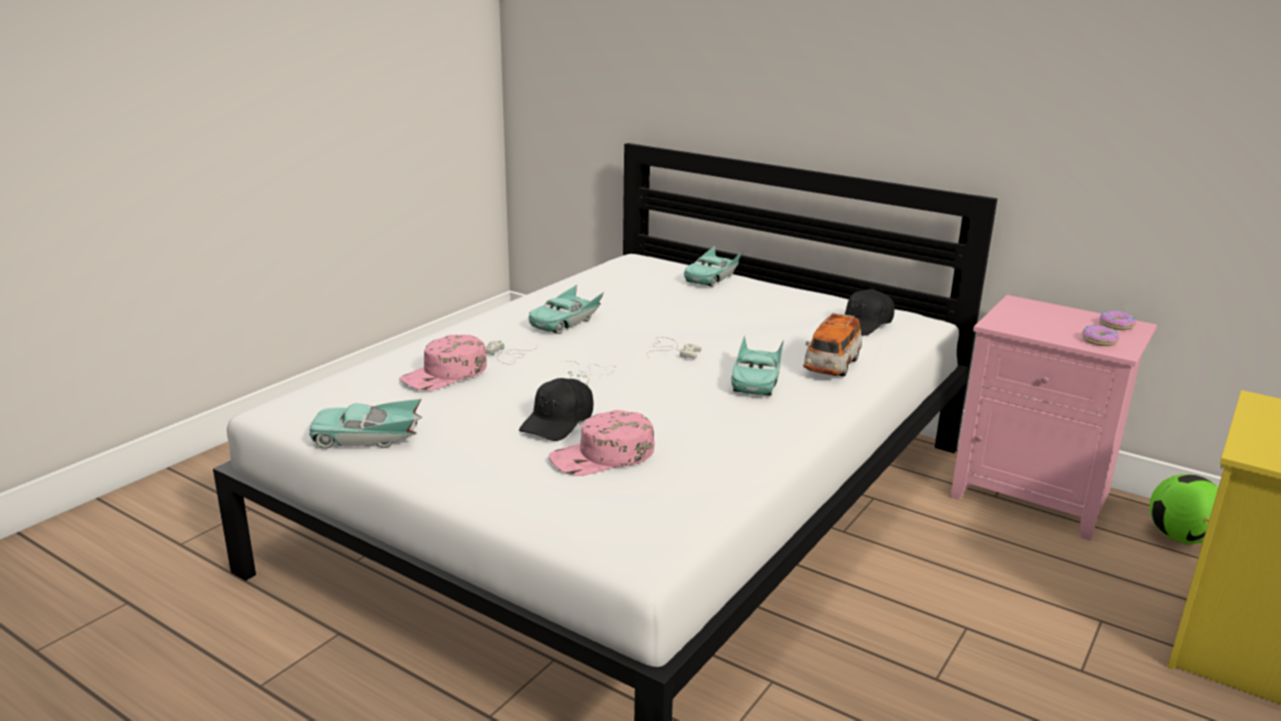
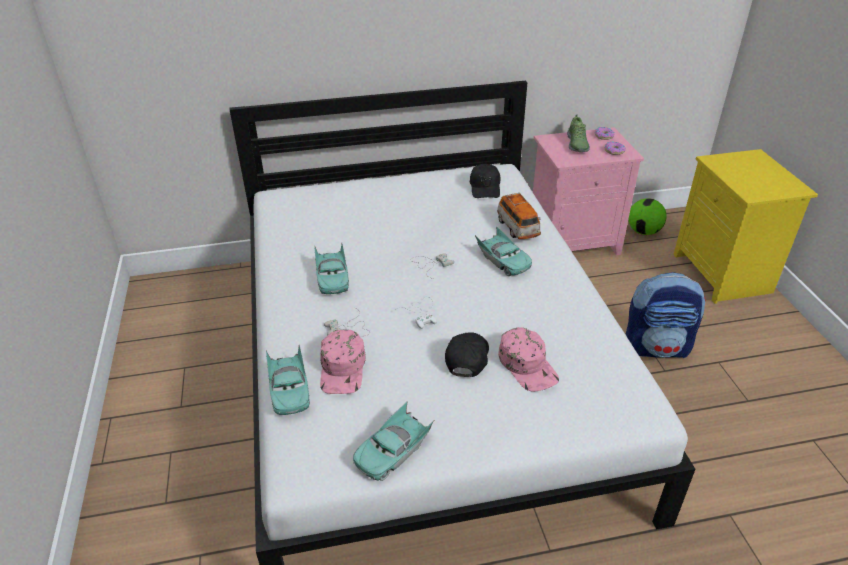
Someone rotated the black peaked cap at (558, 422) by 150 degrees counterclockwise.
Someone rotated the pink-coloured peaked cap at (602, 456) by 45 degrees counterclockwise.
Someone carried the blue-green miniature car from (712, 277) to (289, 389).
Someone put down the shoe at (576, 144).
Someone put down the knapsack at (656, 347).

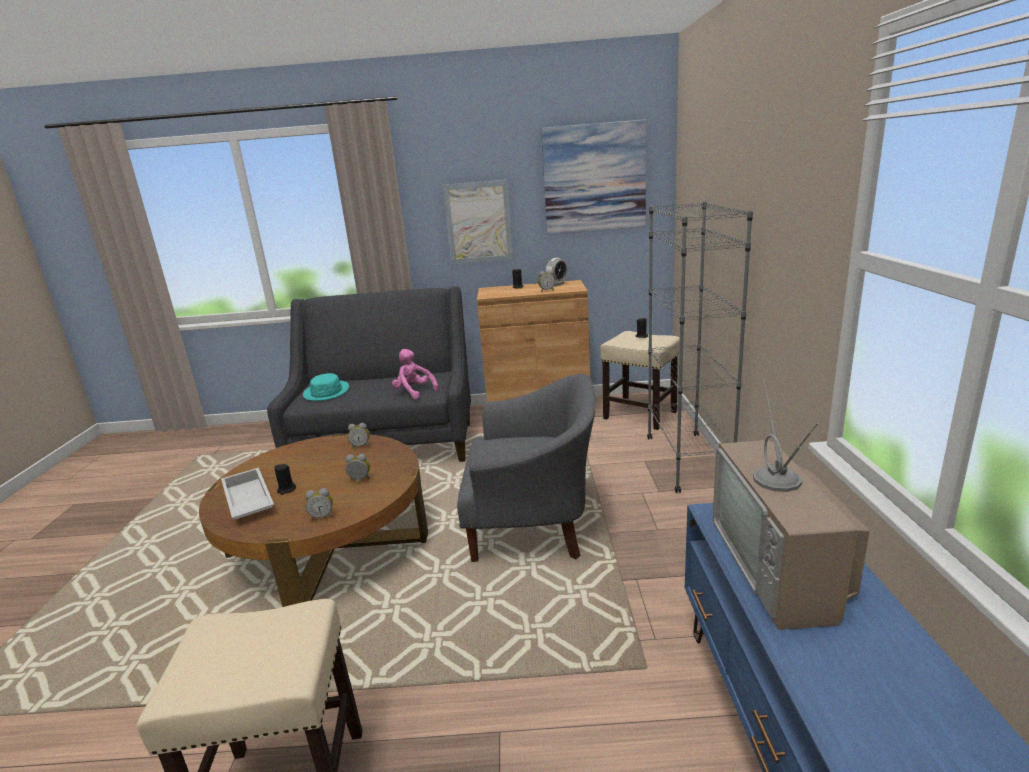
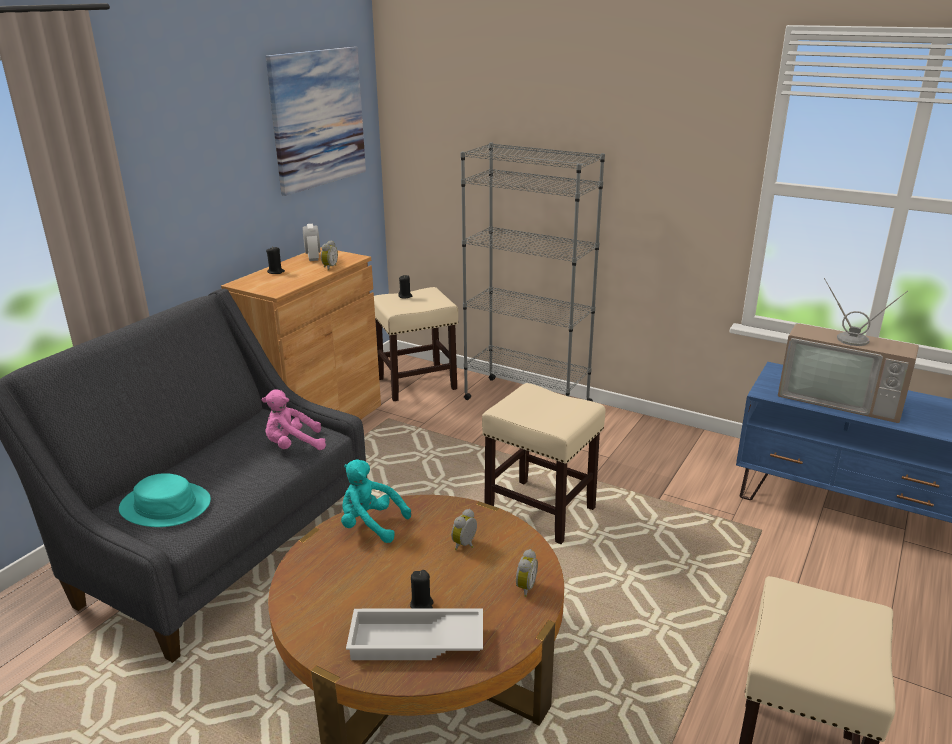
Someone swapped the alarm clock at (361, 446) for the blue-green soft toy at (370, 525).
Someone took away the wall picture at (478, 222).
Someone swapped the grey easy chair at (533, 527) for the beige stool seat at (541, 511).

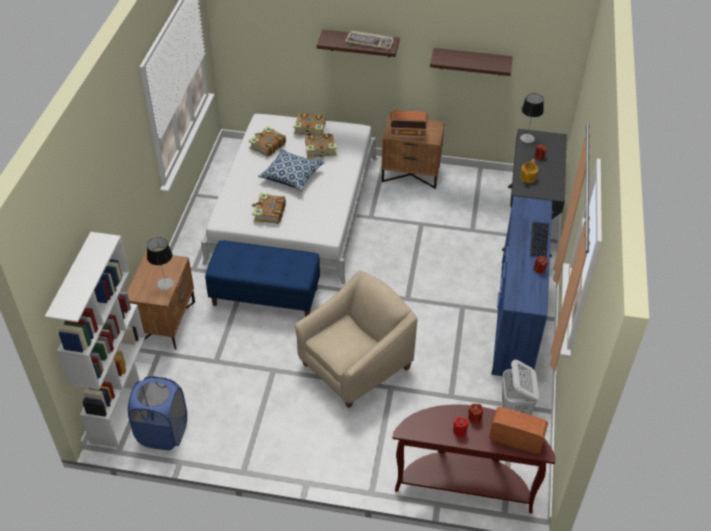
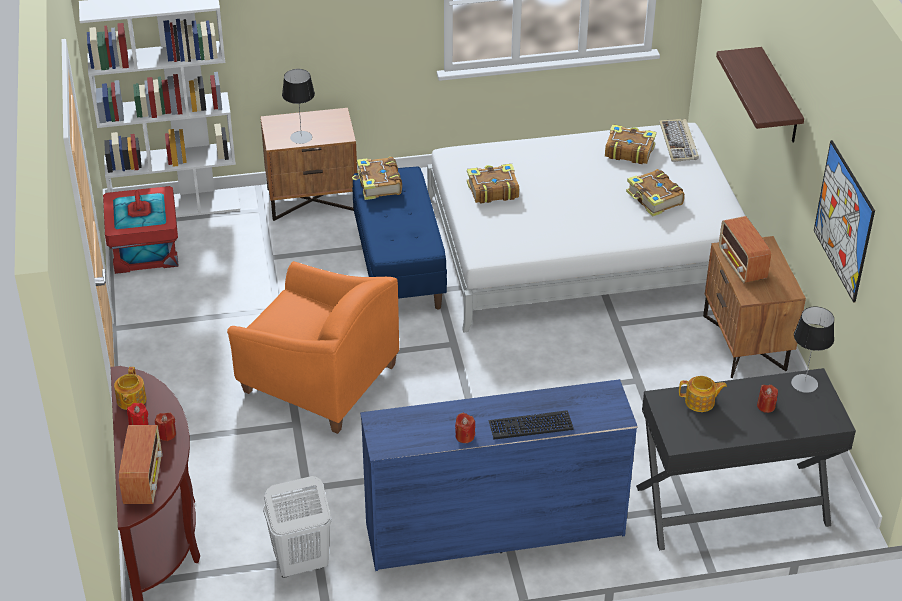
Someone swapped the blue-coloured hamper at (163, 432) for the reddish storage container at (145, 250).
Someone took away the throw pillow at (291, 176).
Someone carried the volume from (310, 129) to (378, 185).
Someone repainted the beige easy chair at (355, 366), which became the orangey easy chair at (318, 380).
Someone carried the PC keyboard from (370, 42) to (679, 142).
Someone swapped the shelf at (471, 61) for the wall picture at (843, 221).
Someone put down the pot for tea at (131, 400).

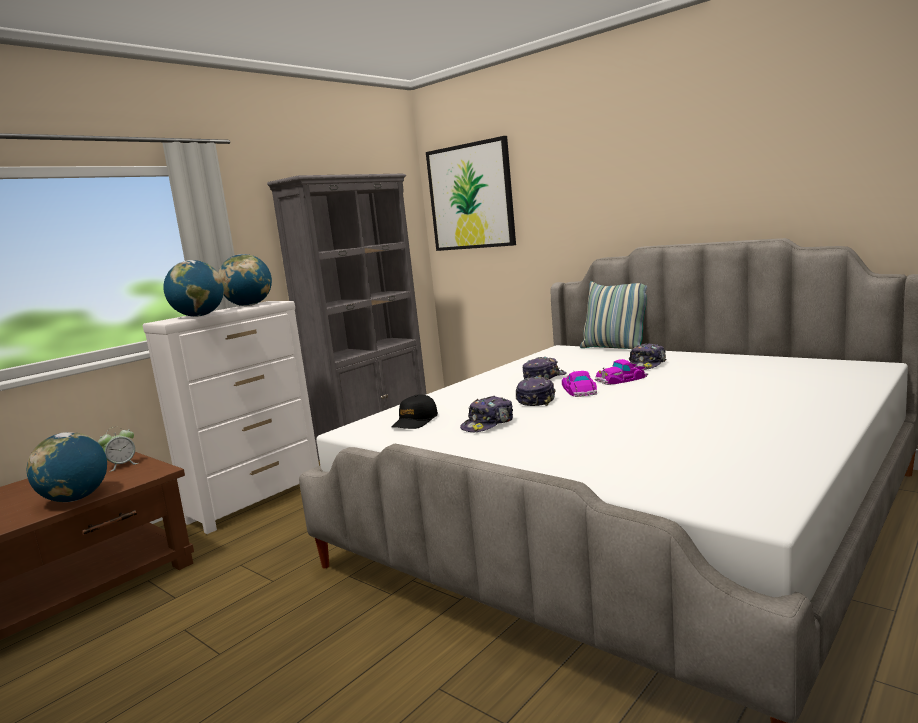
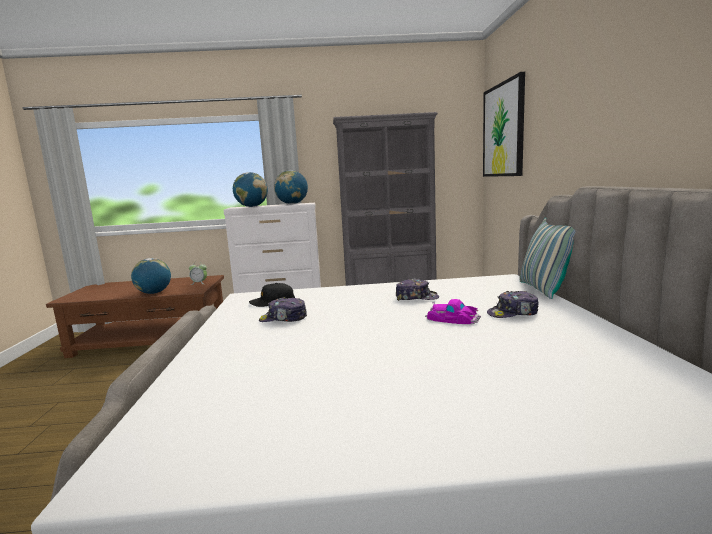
Someone took away the peaked cap at (536, 400).
Someone took away the miniature car at (579, 390).

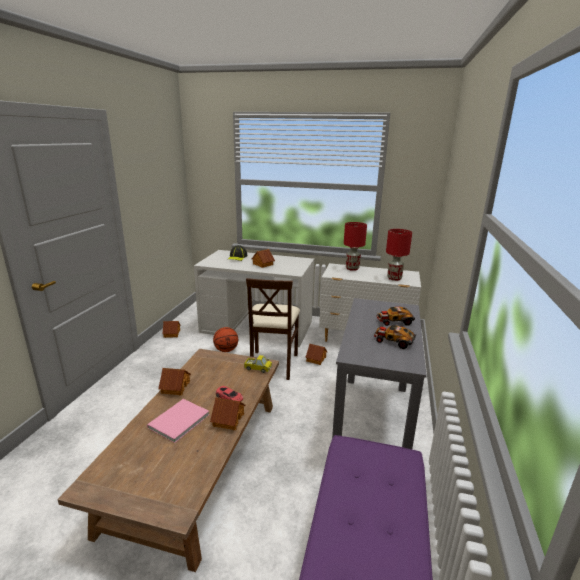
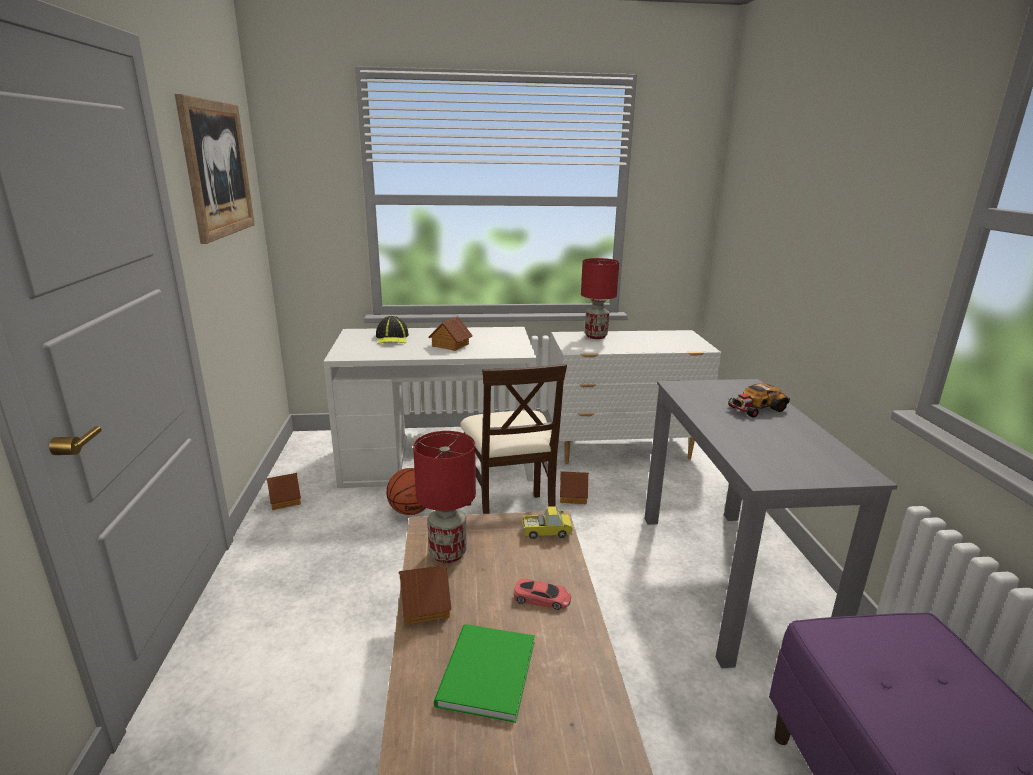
Someone repainted the pink-coloured volume at (177, 421), which became the greenish volume at (483, 675).
Someone took away the miniature house at (228, 419).
Someone took away the miniature car at (393, 341).
Someone carried the reddish lamp for a table from (394, 278) to (447, 553).
Someone put up the wall picture at (218, 169).

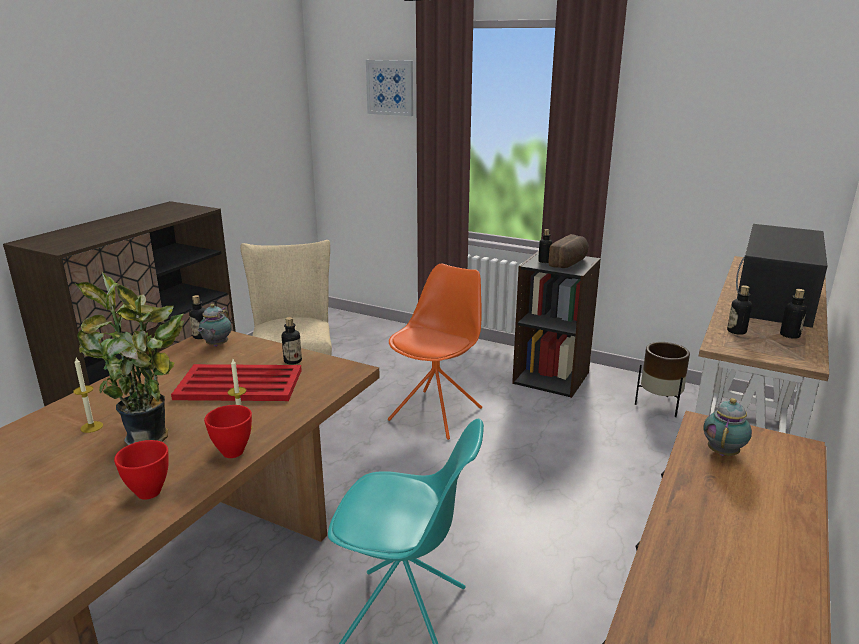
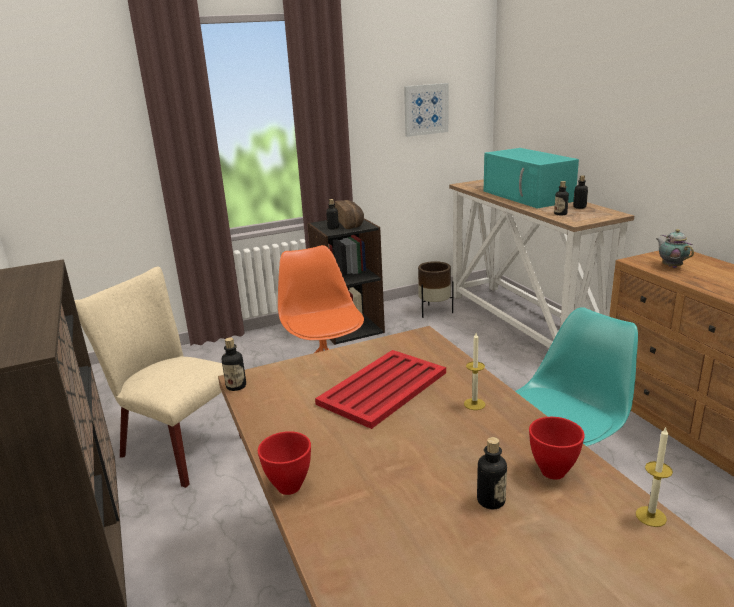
Someone carried the wax candle from (91, 427) to (650, 516).
Someone took away the plant in a pot at (153, 438).
Someone took away the pot for tea at (216, 345).
Someone carried the reddish deep dish from (233, 451) to (288, 486).
Someone carried the bottle from (293, 361) to (491, 501).
Someone carried the wall picture from (390, 87) to (425, 109).
Someone repainted the black microwave oven at (775, 300), which became the blue-green microwave oven at (528, 196).

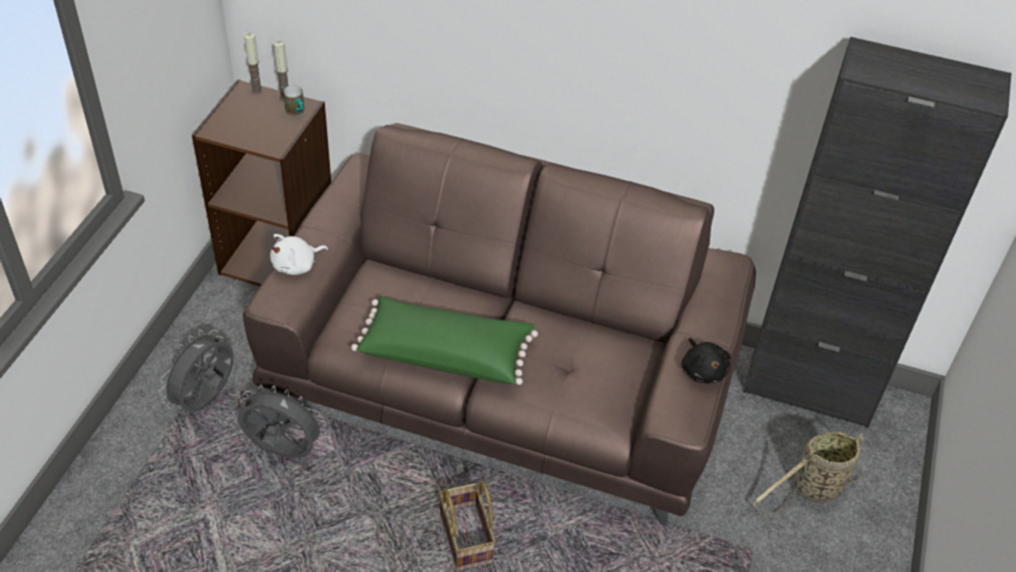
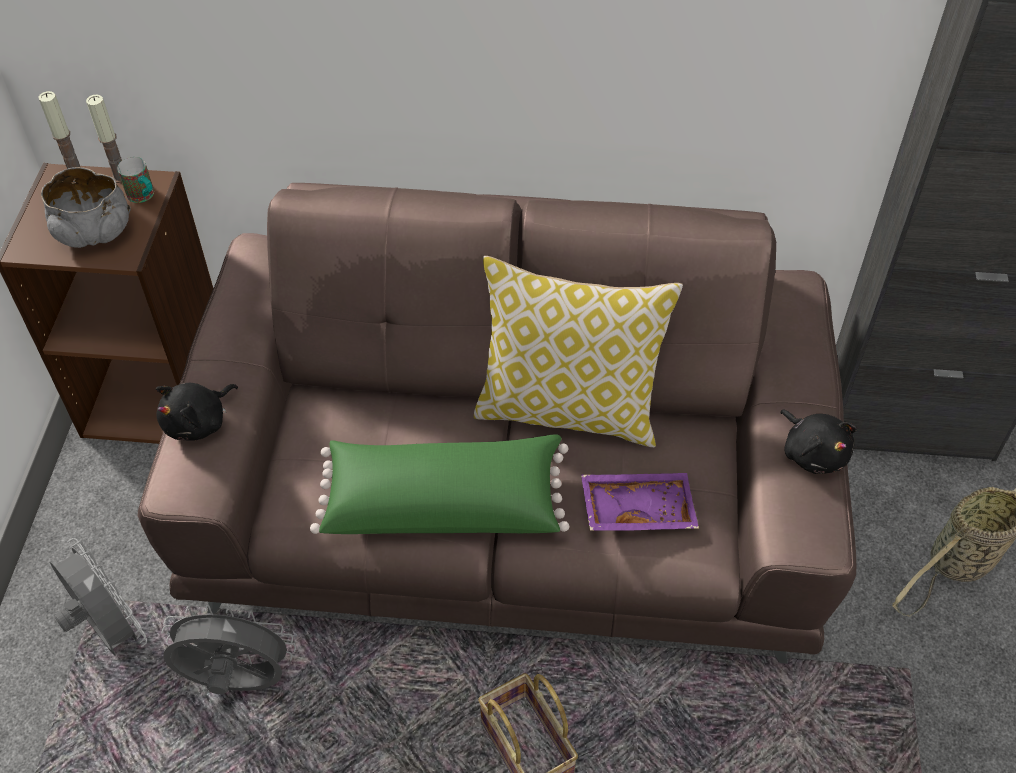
Someone rotated the grey electric fan at (206, 401) by 120 degrees clockwise.
Someone repainted the white soft toy at (296, 265), which became the black soft toy at (199, 422).
Someone put down the grey deep dish at (93, 230).
Someone put down the throw pillow at (569, 409).
Someone put down the purplish serving tray at (637, 508).

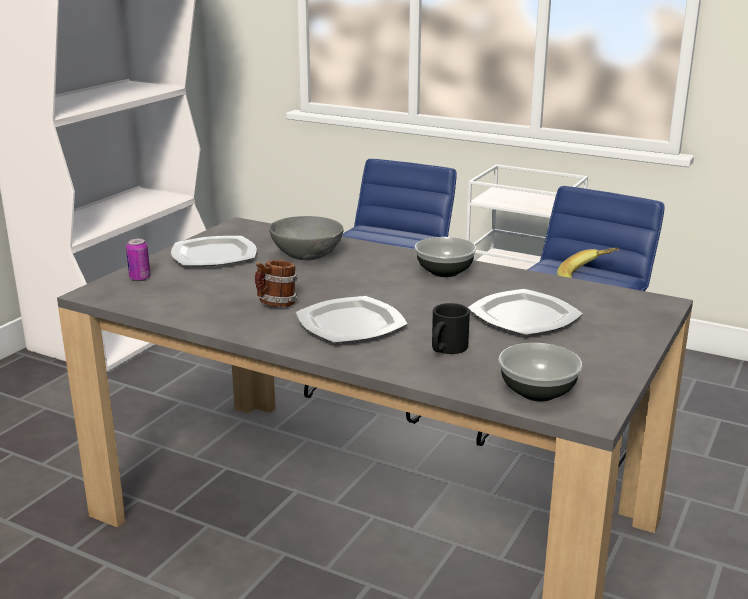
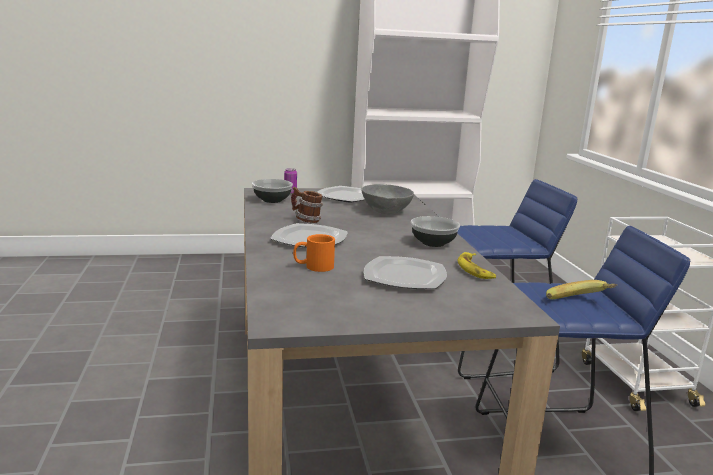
Someone repainted the black mug at (446, 349), which became the orangey mug at (313, 266).
Someone carried the deep dish from (536, 392) to (272, 200).
Someone put down the whole banana at (475, 270).

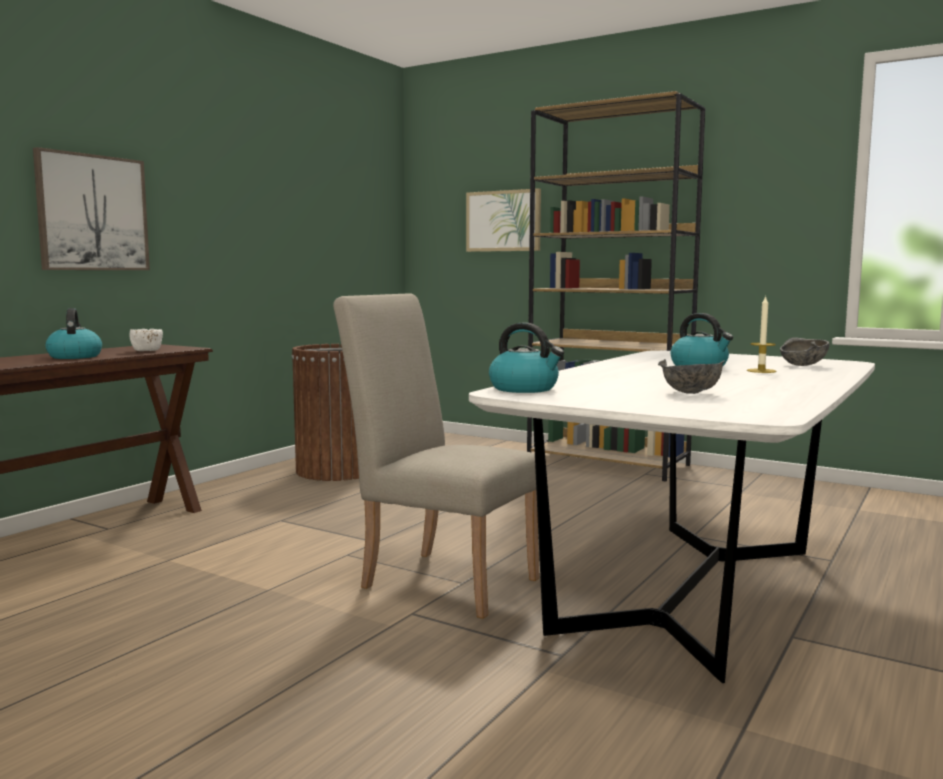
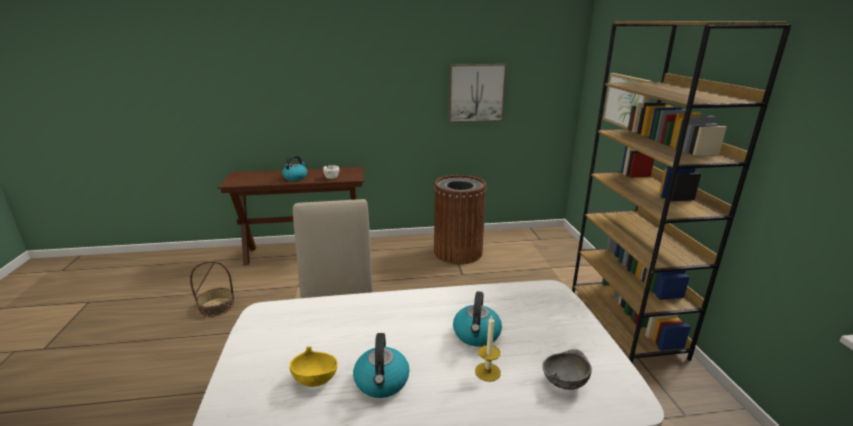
Someone carried the wall picture from (92, 213) to (476, 93).
Someone carried the kettle from (525, 389) to (382, 382).
Someone repainted the grey deep dish at (691, 393), which became the yellow-coloured deep dish at (316, 379).
Someone put down the storage basket at (216, 306).

